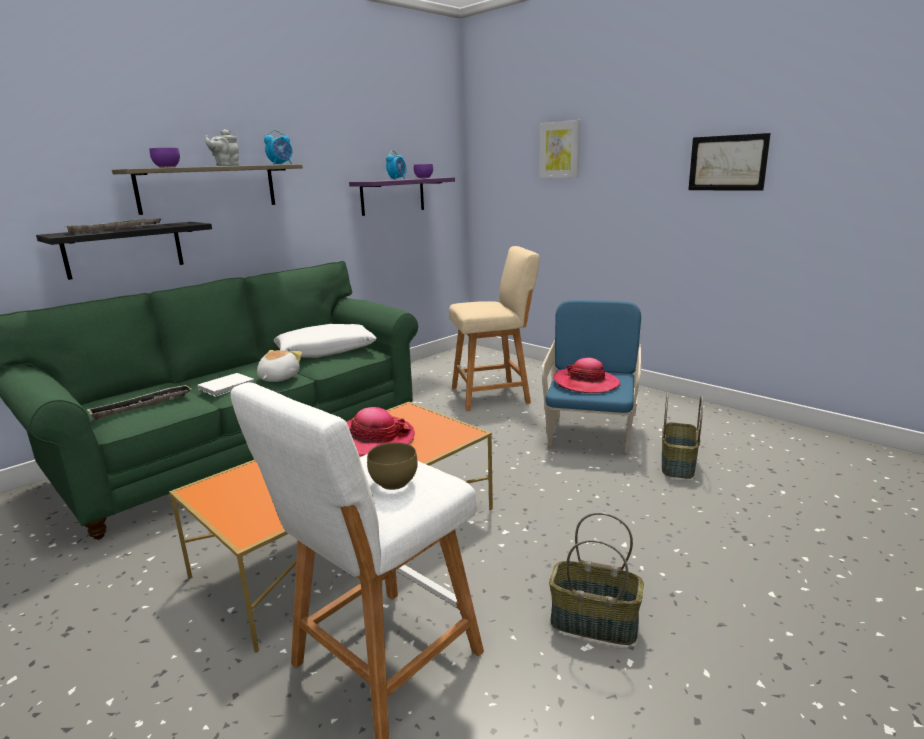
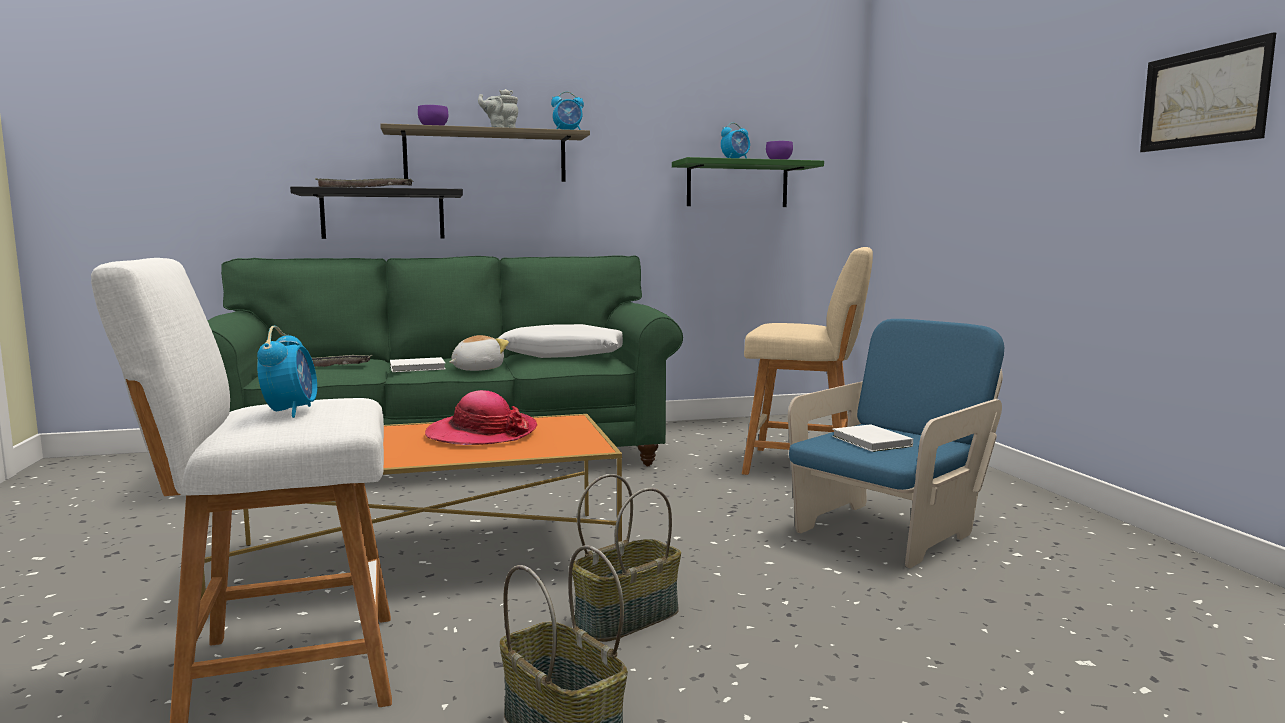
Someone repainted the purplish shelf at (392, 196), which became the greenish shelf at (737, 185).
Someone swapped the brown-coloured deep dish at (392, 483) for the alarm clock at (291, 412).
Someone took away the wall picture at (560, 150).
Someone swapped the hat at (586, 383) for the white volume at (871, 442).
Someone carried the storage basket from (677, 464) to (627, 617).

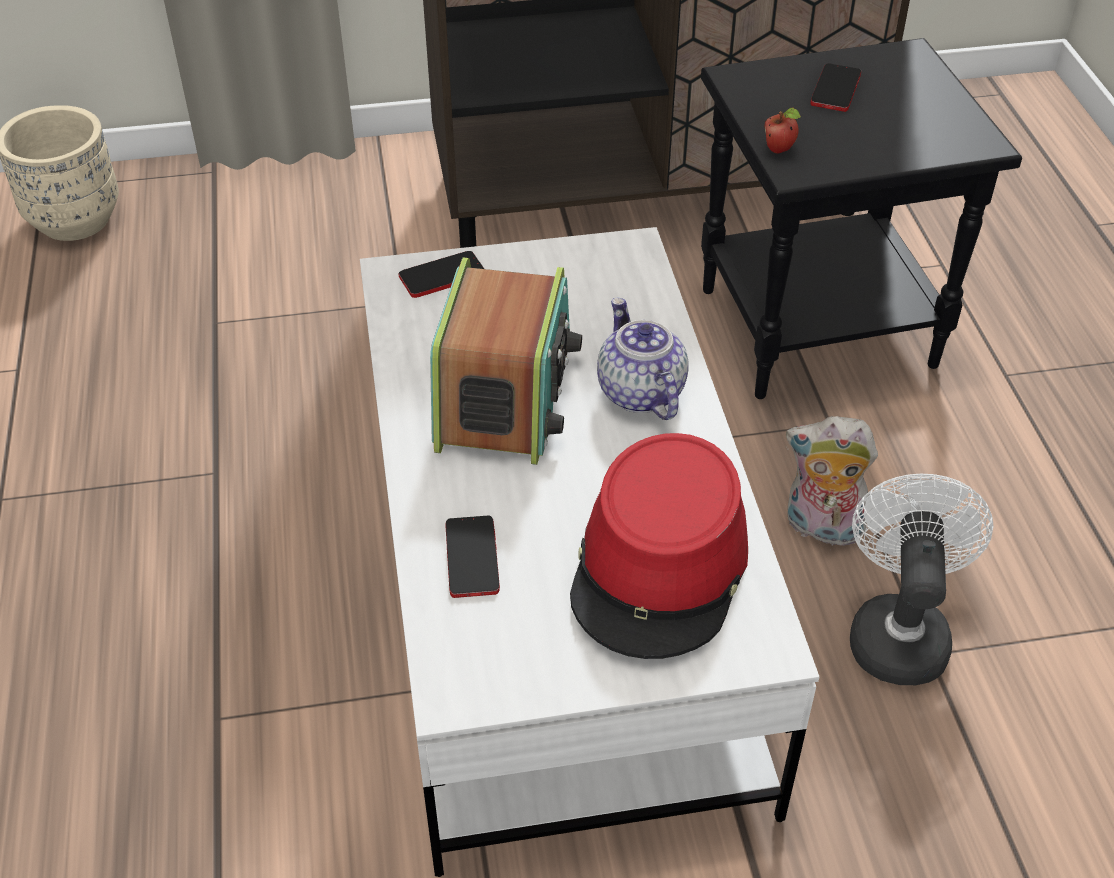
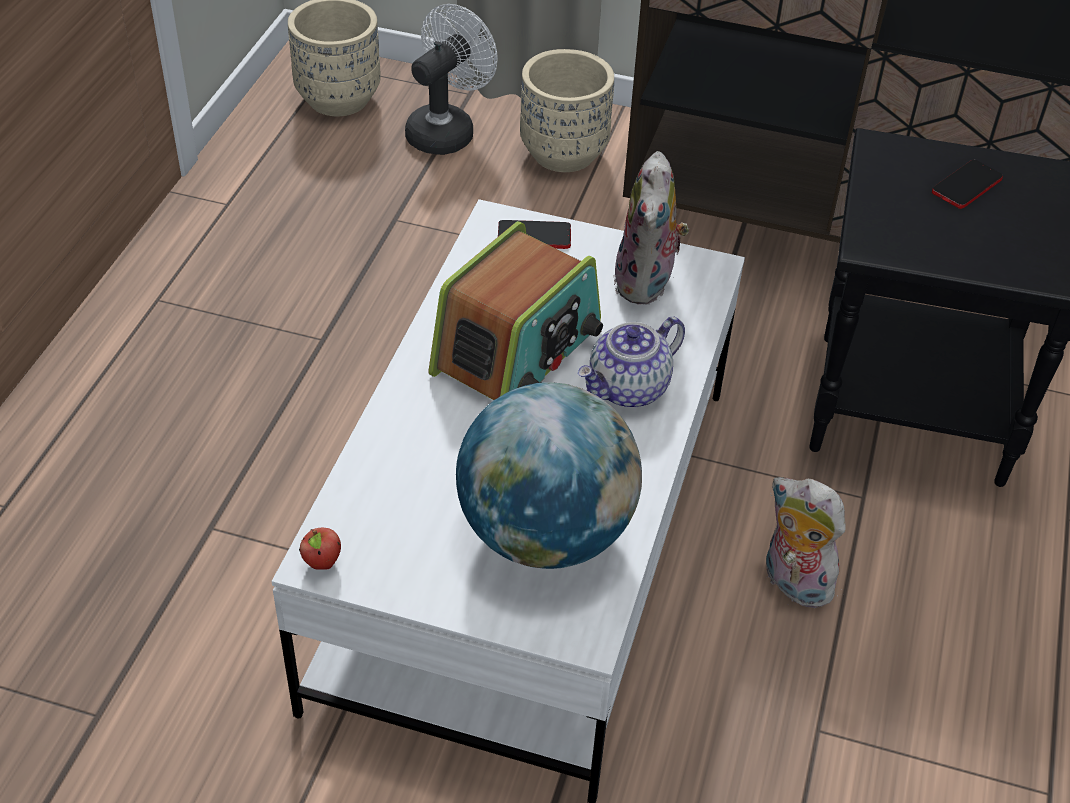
Someone took away the phone at (472, 557).
Someone swapped the reddish hat at (661, 565) for the globe at (546, 534).
Someone rotated the pot for tea at (639, 392) by 135 degrees counterclockwise.
Someone carried the apple from (780, 150) to (323, 564).
Someone carried the white electric fan from (897, 631) to (446, 130).
Someone put down the beige planter at (564, 154).
Someone put down the soft toy at (647, 284).

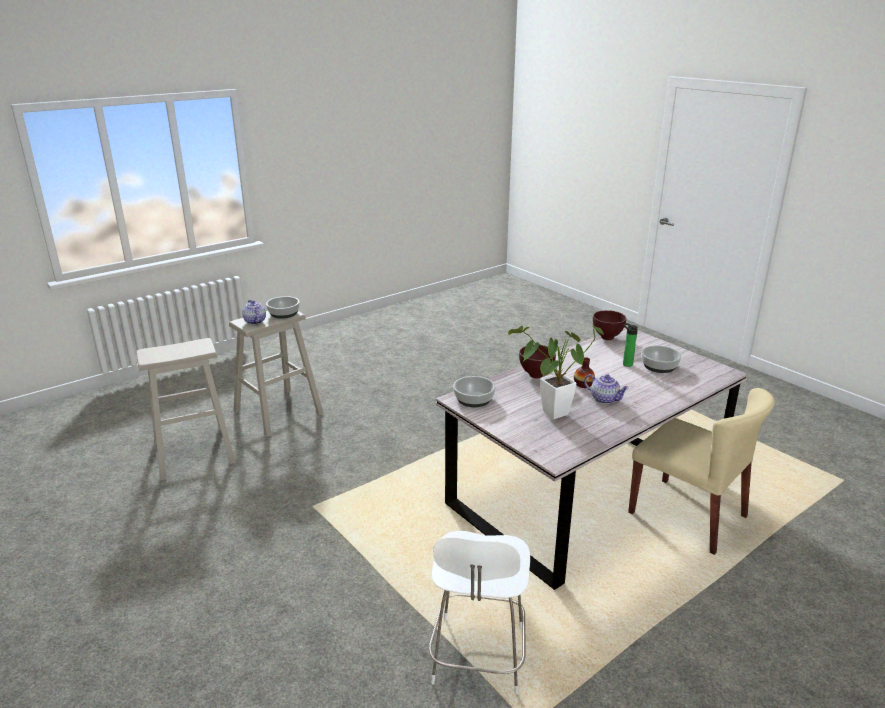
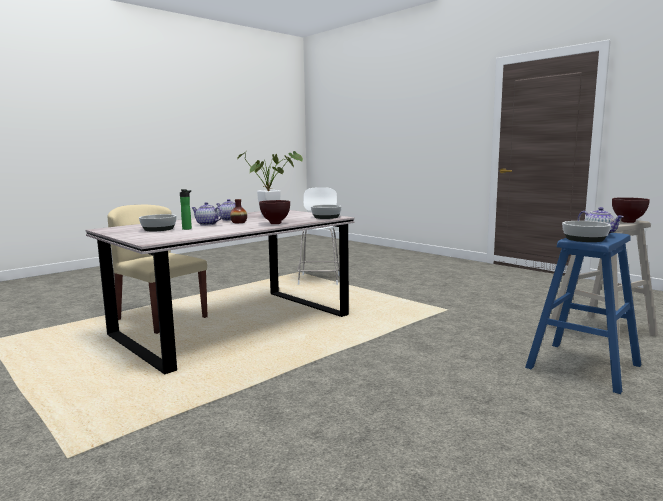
Someone repainted the beige stool seat at (278, 412), which became the blue-coloured stool seat at (583, 366).
Someone carried the brown-coloured deep dish from (606, 338) to (629, 222).
Someone put down the pot for tea at (207, 224).

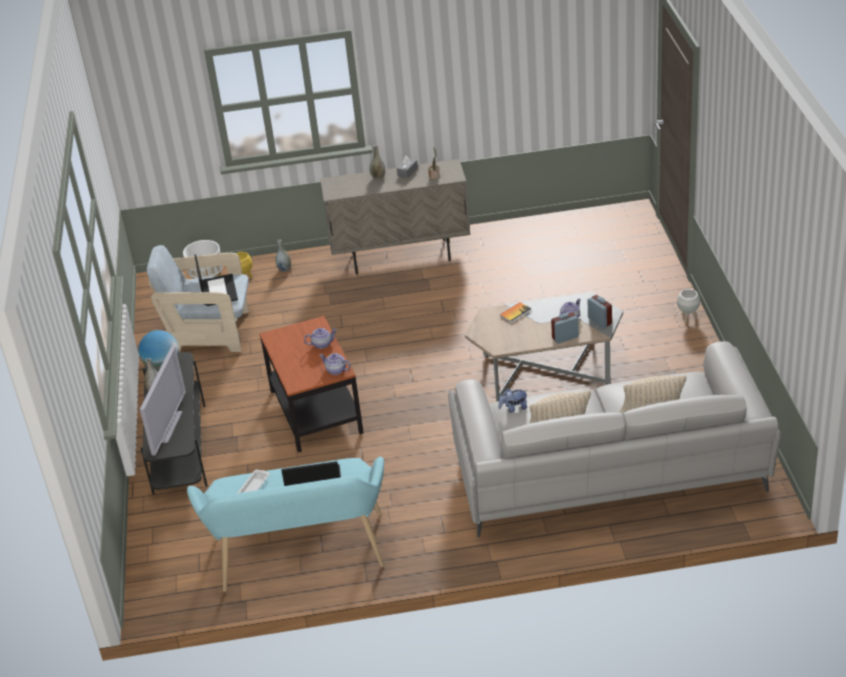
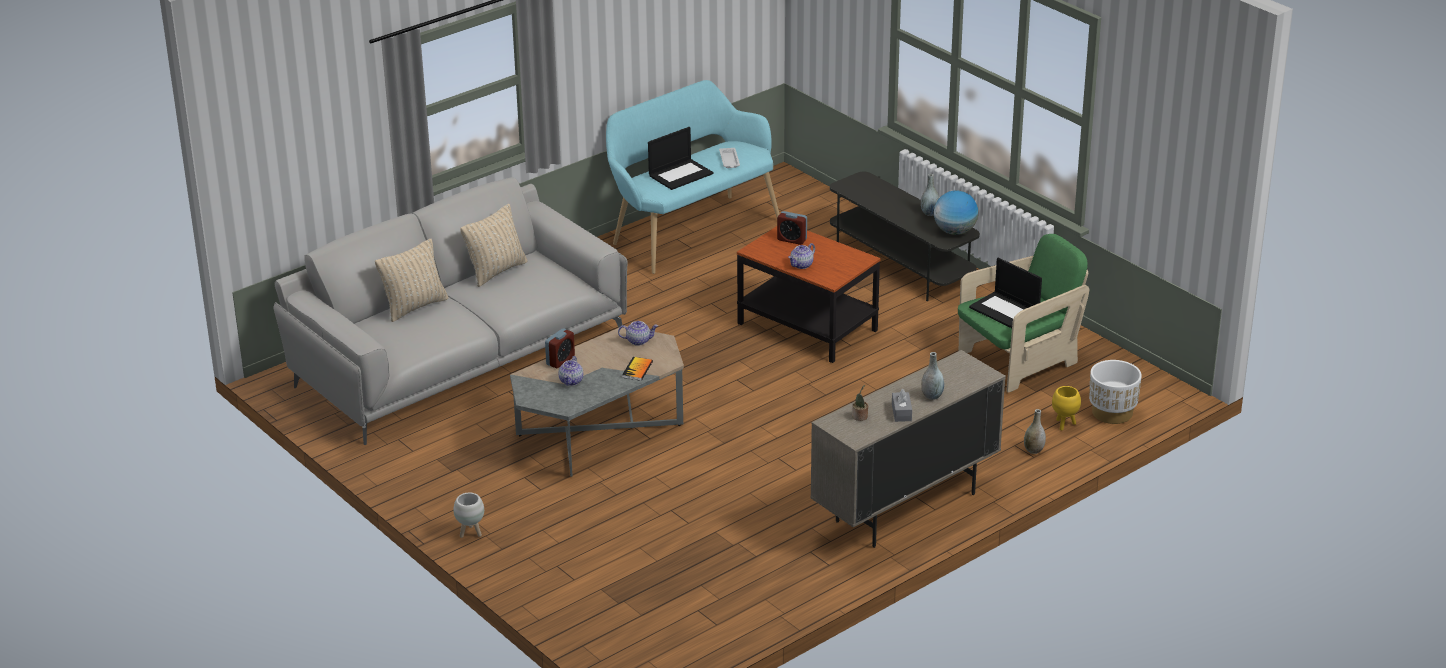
Someone took away the TV set at (167, 426).
Someone repainted the beige easy chair at (210, 333), which became the greenish easy chair at (1018, 361).
Someone carried the pot for tea from (335, 370) to (638, 341).
Someone took away the soft toy at (513, 408).
Someone carried the alarm clock from (599, 321) to (792, 239).

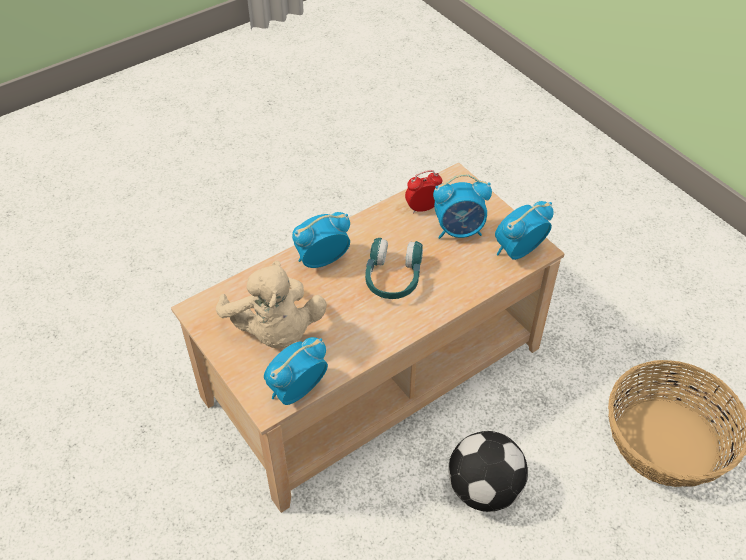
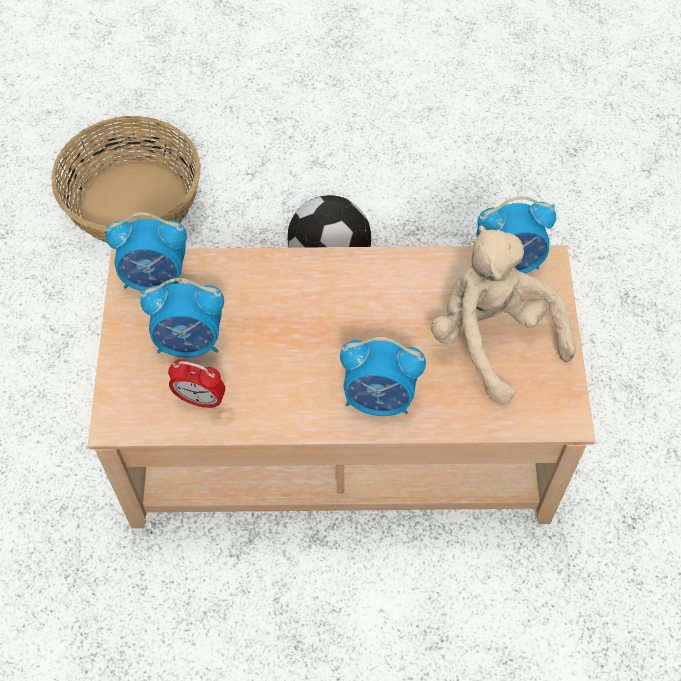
Someone rotated the beige soft toy at (275, 331) by 45 degrees counterclockwise.
Someone took away the blue-green headset at (393, 278).
Someone rotated the alarm clock at (459, 230) by 150 degrees clockwise.

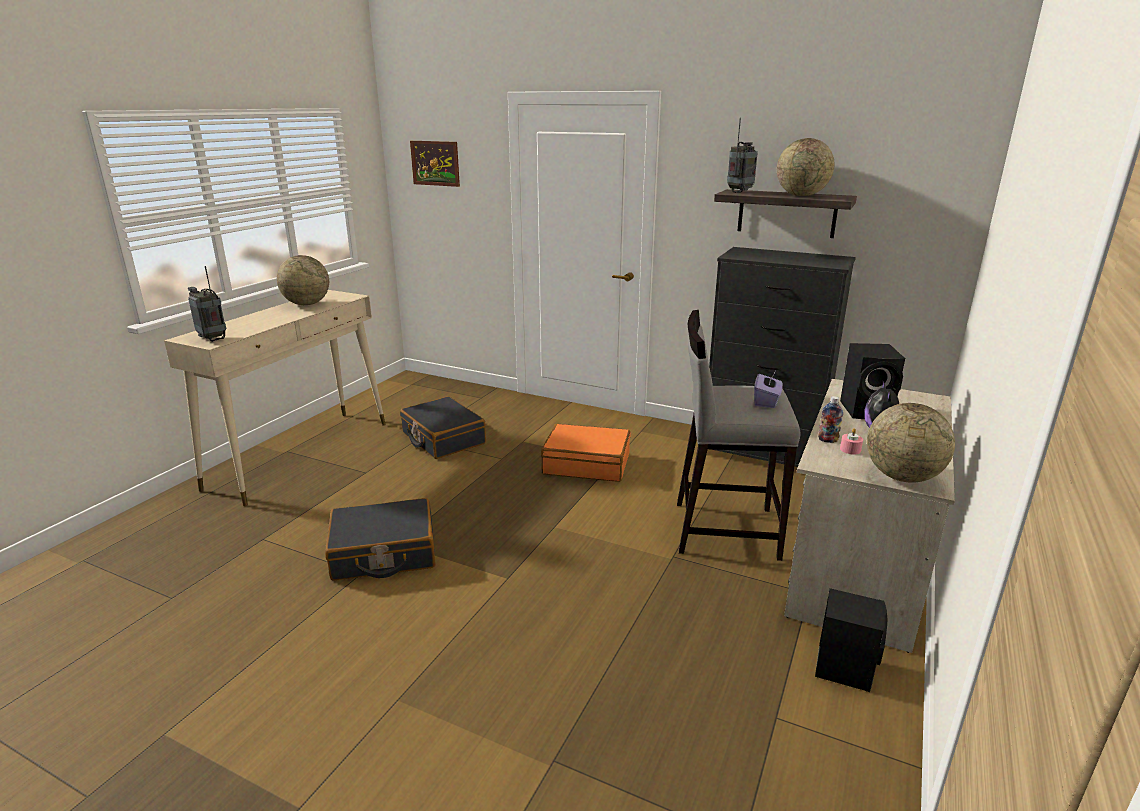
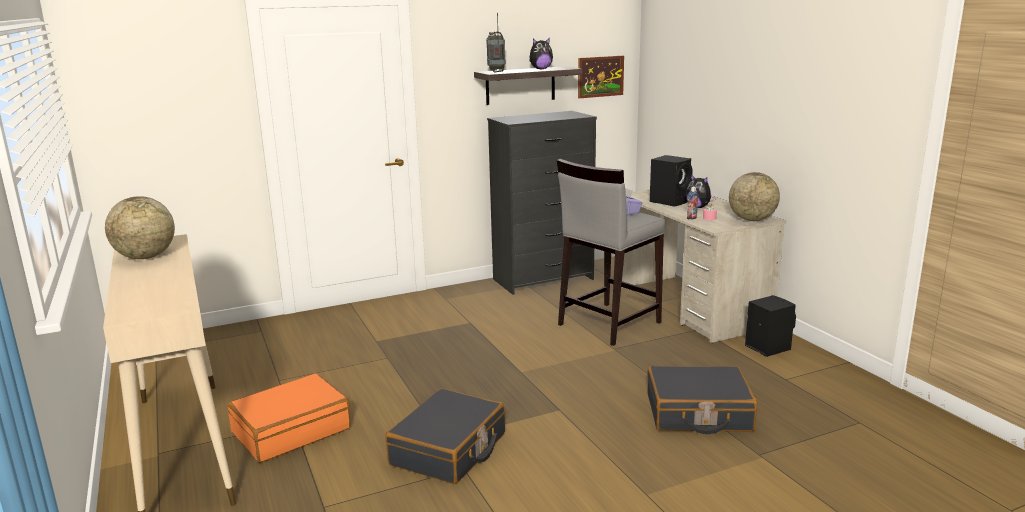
Someone took away the radio at (213, 339).
Someone carried the black suitcase from (443, 438) to (698, 413).
Someone carried the wall picture from (435, 163) to (600, 76).
Someone carried the orangey suitcase from (586, 464) to (291, 430).
Someone swapped the globe at (801, 195) for the soft toy at (540, 69).

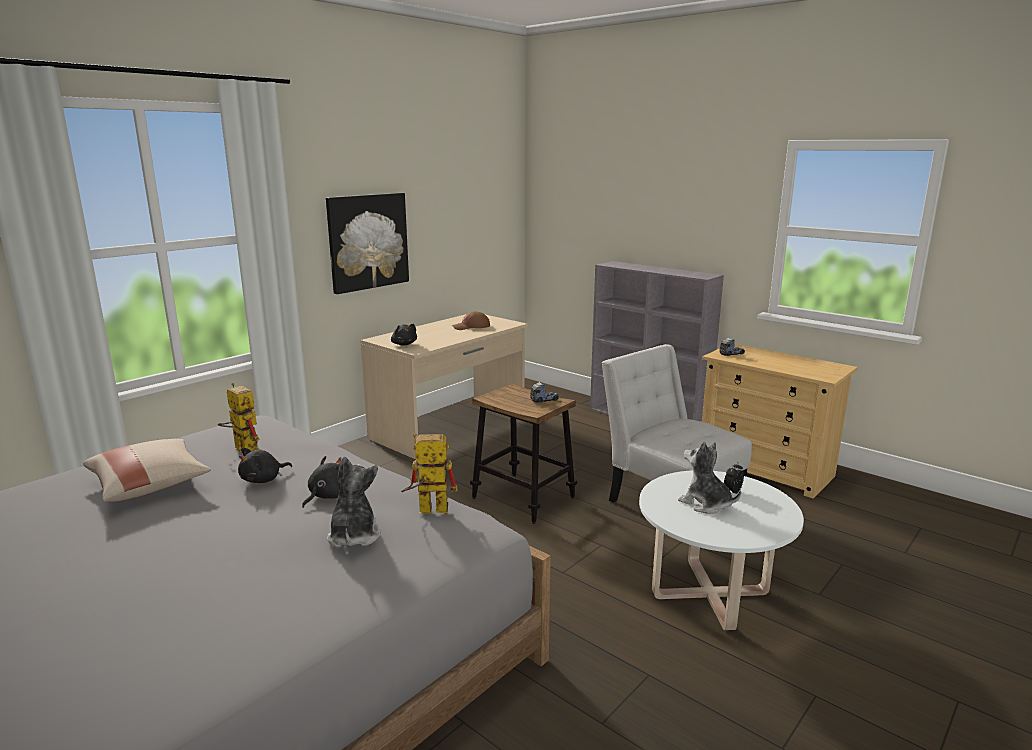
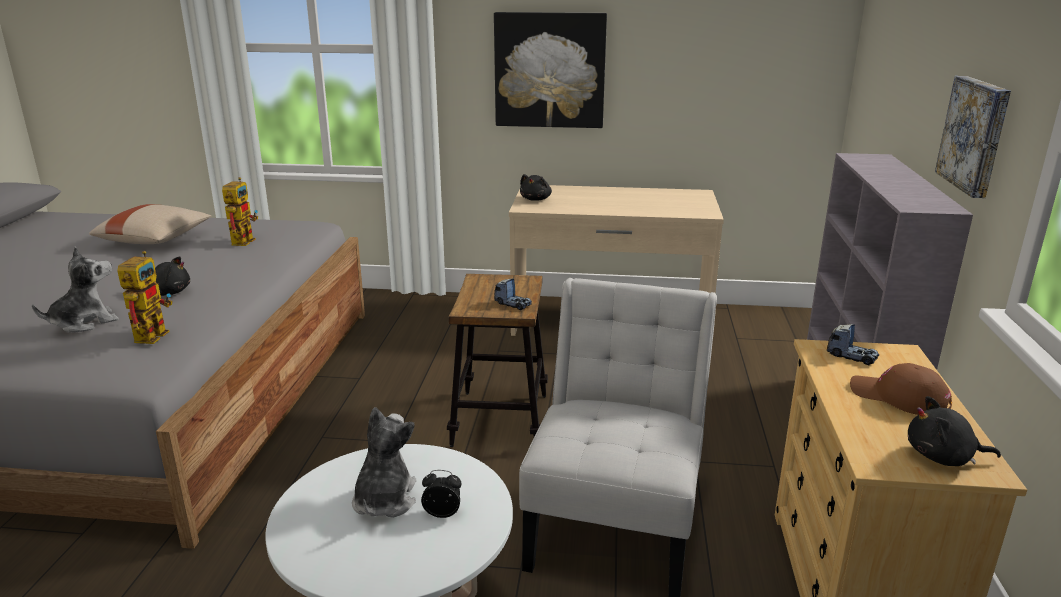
Someone carried the black soft toy from (263, 479) to (943, 457).
Someone rotated the toy robot at (426, 510) by 45 degrees clockwise.
Someone carried the brown-coloured peaked cap from (471, 327) to (899, 398).
Someone put up the wall picture at (976, 135).

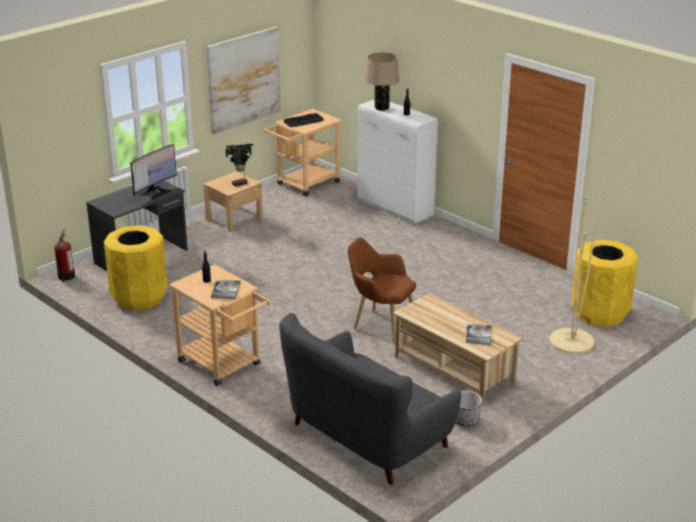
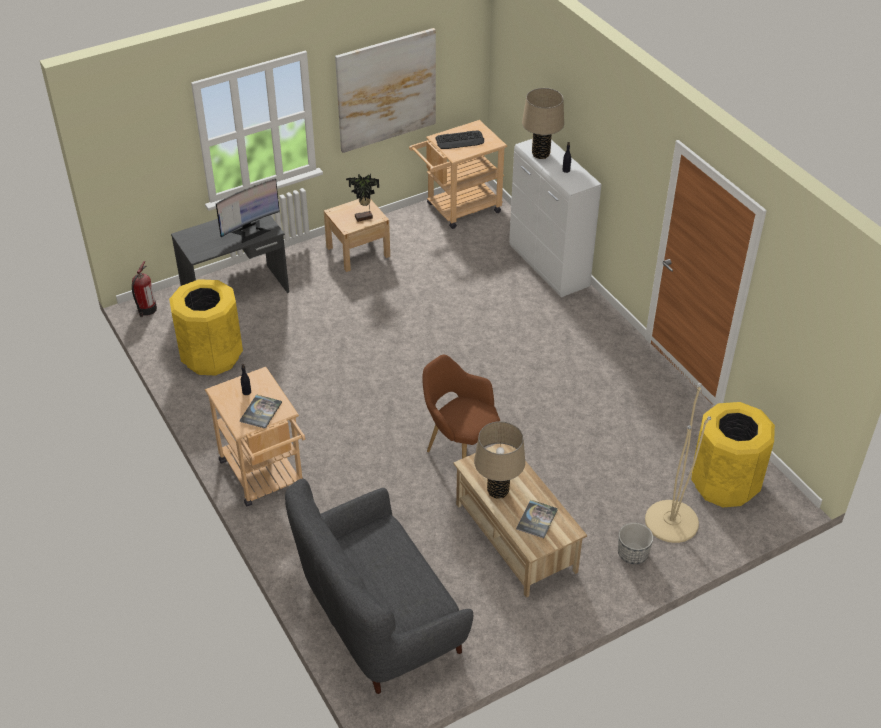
Someone carried the planter from (465, 420) to (633, 553).
Someone put down the beige lamp for a table at (498, 491).

